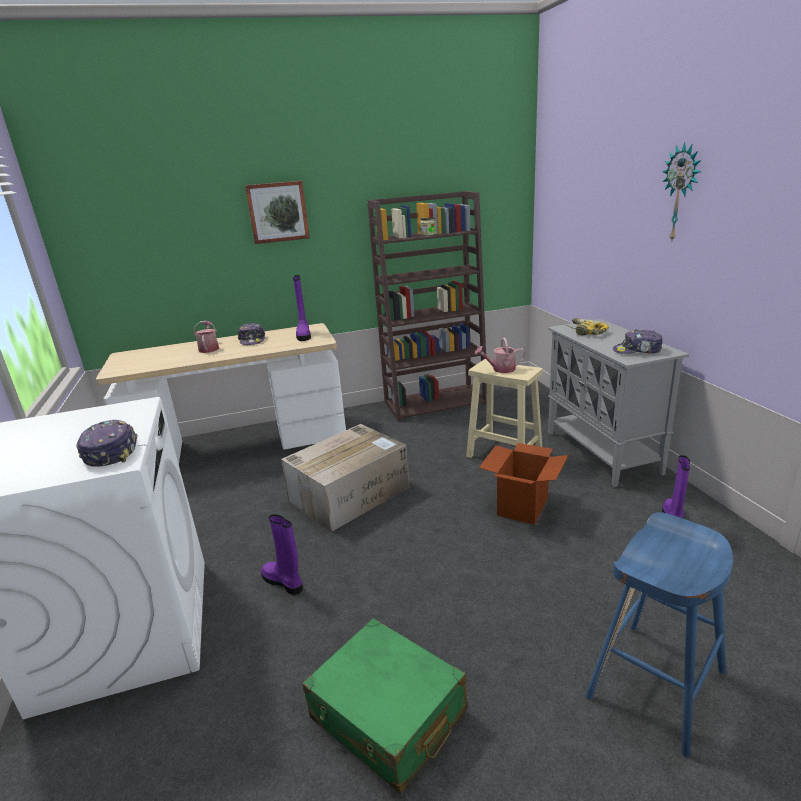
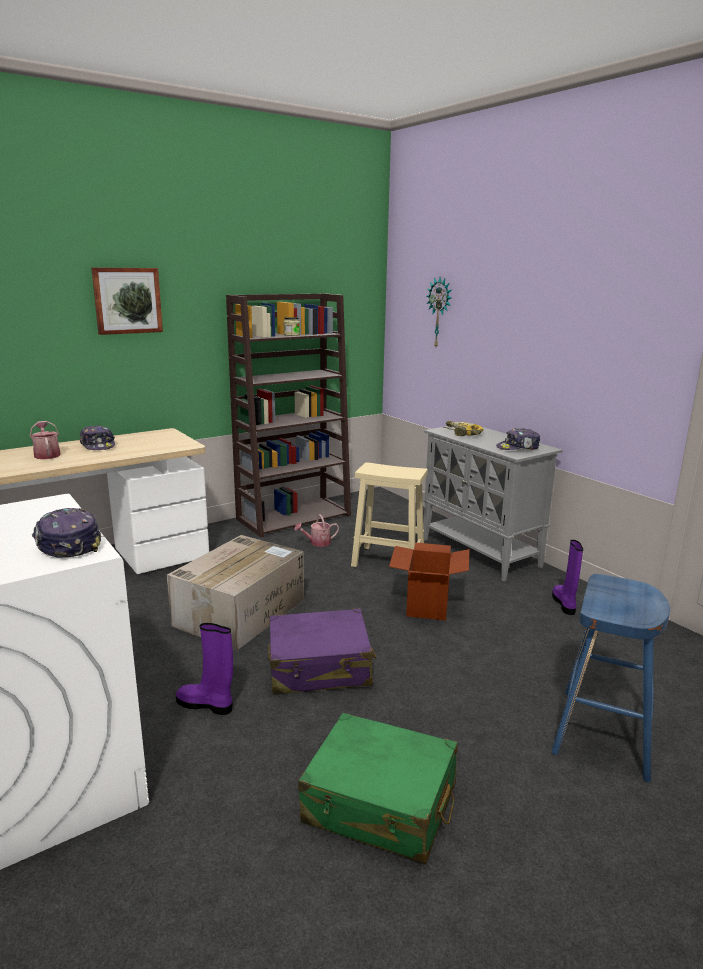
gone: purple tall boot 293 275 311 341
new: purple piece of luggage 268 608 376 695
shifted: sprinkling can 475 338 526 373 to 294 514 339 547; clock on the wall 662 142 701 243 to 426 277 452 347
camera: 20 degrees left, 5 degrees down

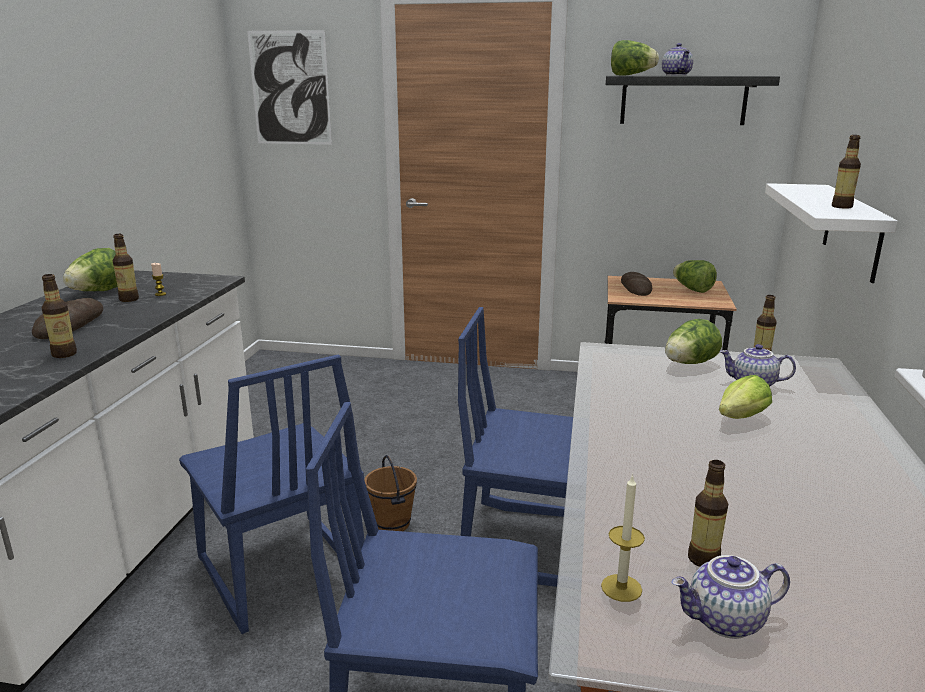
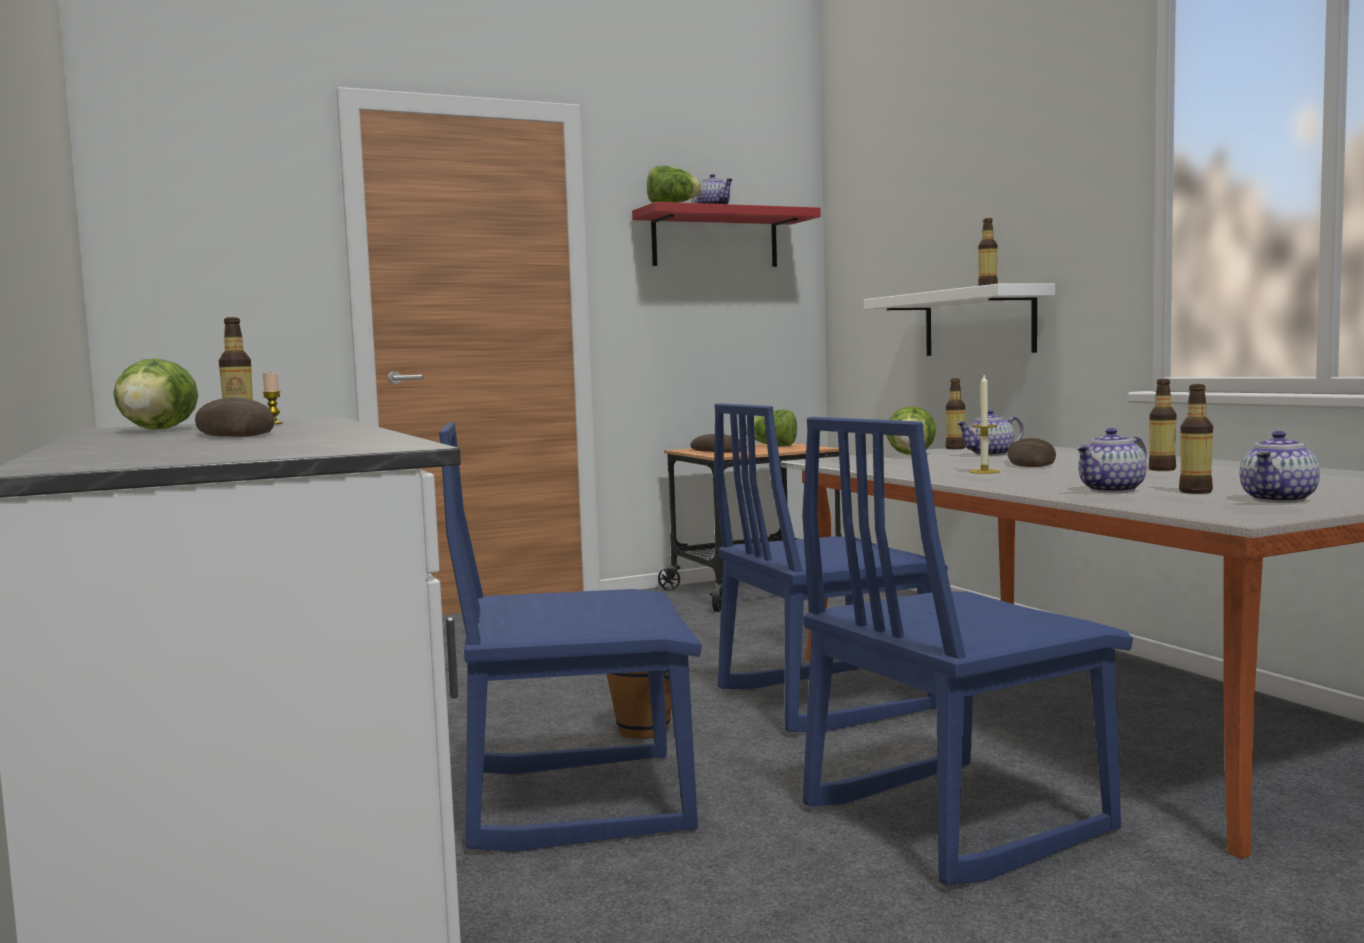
gone: wall picture 247 30 332 145
new: tea pot 1076 428 1147 493
shifted: drink bottle 42 274 77 358 to 1148 379 1176 471; wax candle 601 474 645 602 to 969 375 1000 474
swapped: lettuce head 719 375 772 419 to bread 1007 438 1056 467
repainted: black wall shelf 606 76 780 125 to red-coloured wall shelf 632 202 821 267
rotated: blue-coloured upright chair 179 355 365 634 = 439 422 702 852 150 degrees clockwise
camera: 35 degrees left, 15 degrees down

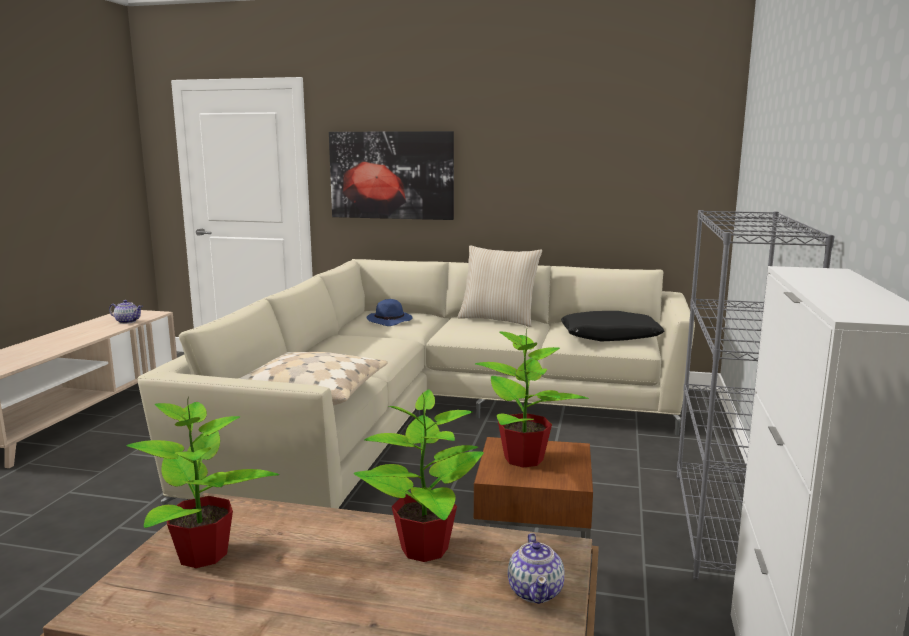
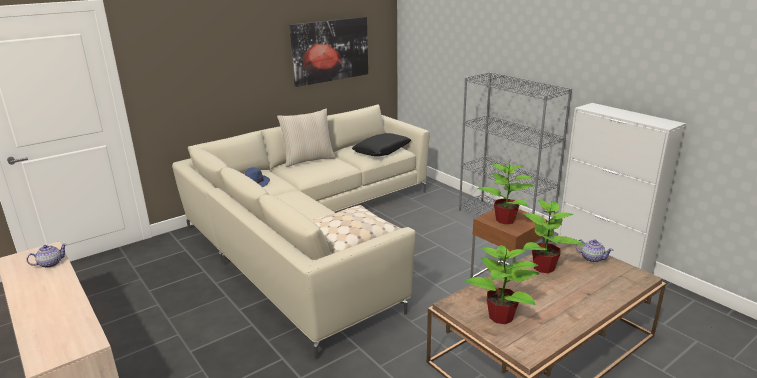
shifted: wall picture 329 131 454 220 to 290 17 368 87
camera: 50 degrees left, 10 degrees up

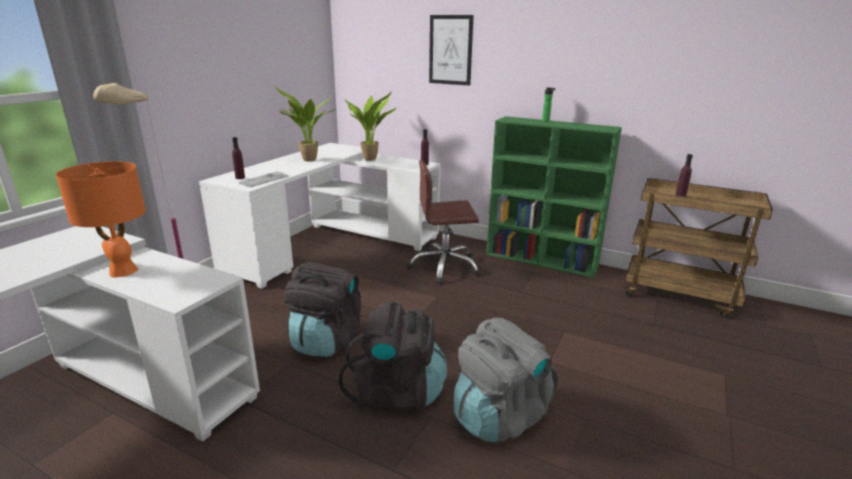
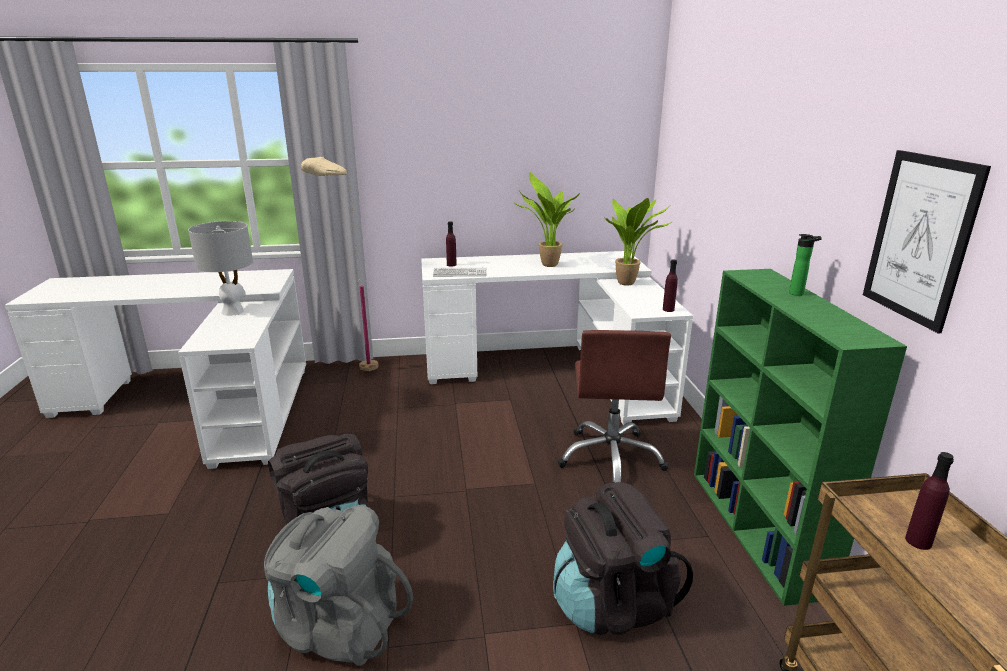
shifted: black backpack 284 262 361 357 to 553 482 693 635; wall picture 429 15 474 86 to 863 150 991 333
repainted: orange table lamp 56 161 146 277 to grey table lamp 188 221 253 316
rotated: brown-coloured computer chair 407 160 481 284 = 557 330 671 483 135 degrees counterclockwise
camera: 55 degrees right, 0 degrees up

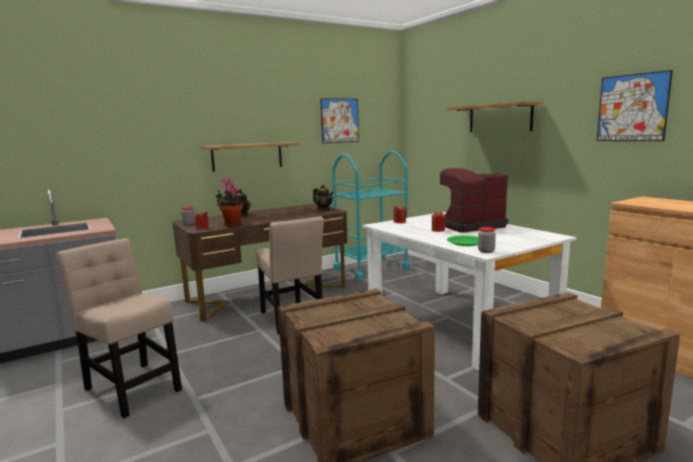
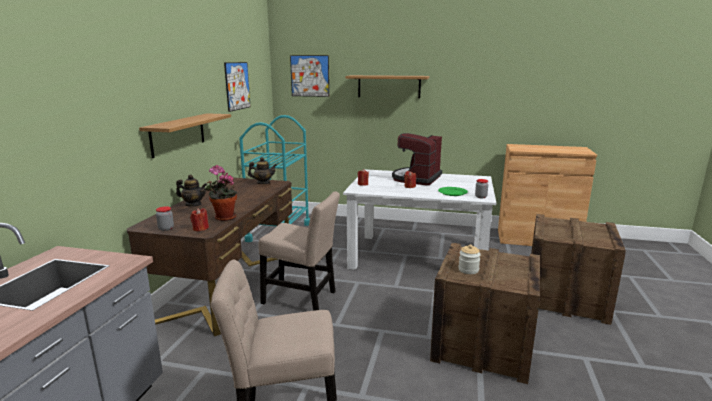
new: preserve jar 458 245 481 274
shifted: wall picture 597 70 673 141 to 290 55 329 97
camera: 45 degrees left, 5 degrees up

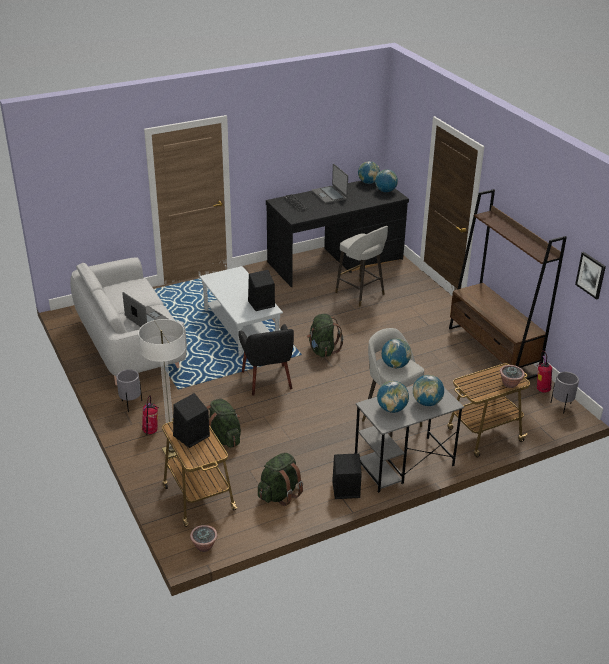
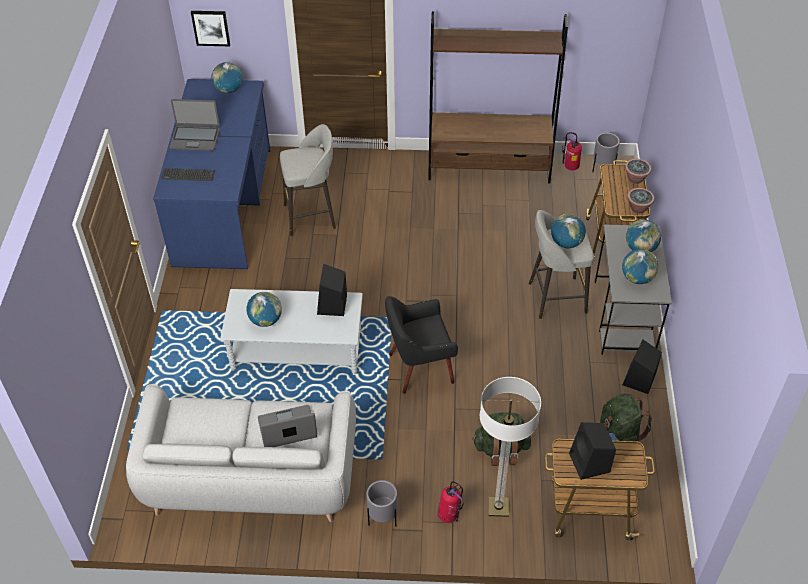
gone: greenish backpack 307 314 343 357
shifted: plant in a pot 190 525 218 552 to 627 188 654 213; desk globe 358 161 380 184 to 246 292 282 327; wall picture 575 252 606 300 to 191 11 230 46
repainted: black desk table 266 181 409 287 to blue-coloured desk table 153 79 270 269
rotated: black armchair 238 324 294 395 = 385 296 458 394 150 degrees clockwise
camera: 60 degrees left, 15 degrees up

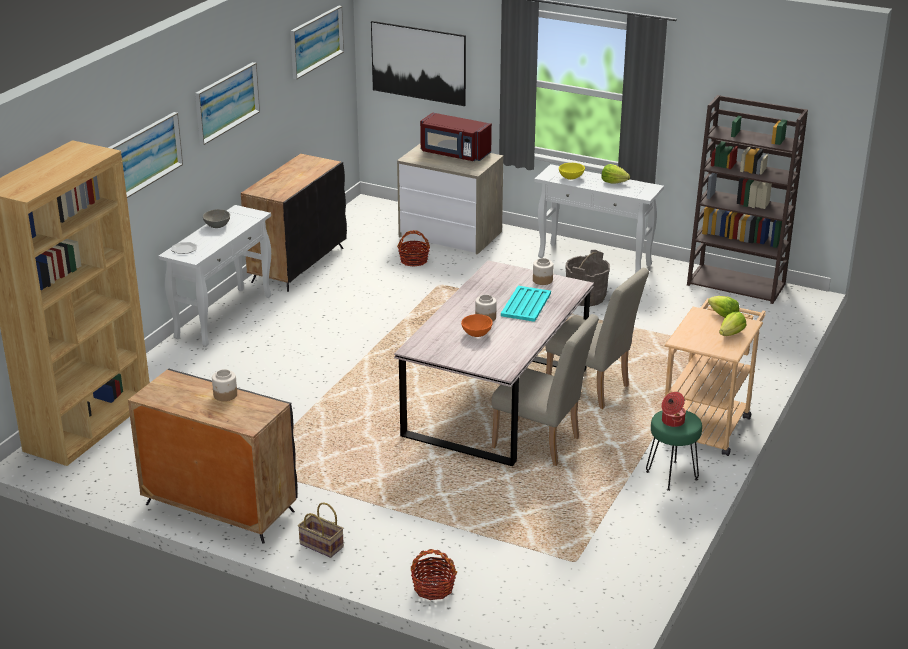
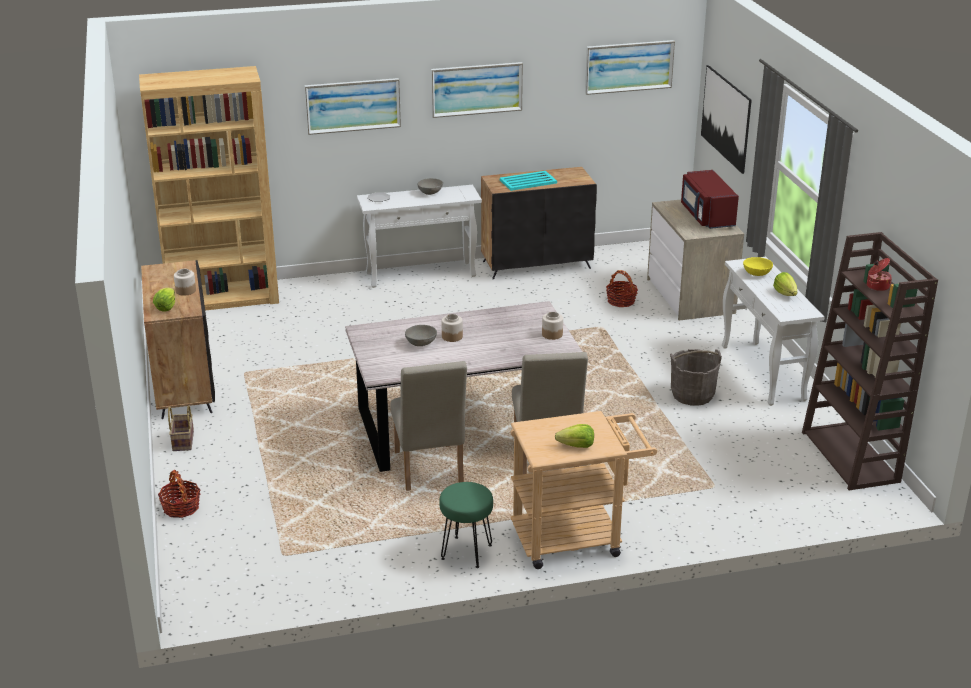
shifted: turquoise-coloured serving tray 501 286 551 322 to 500 171 557 191; saucepot 662 392 686 427 to 867 258 892 291; lettuce head 708 296 739 317 to 153 288 175 312
repainted: orange serving bowl 461 314 493 337 to grey serving bowl 405 325 437 346
camera: 50 degrees right, 0 degrees up

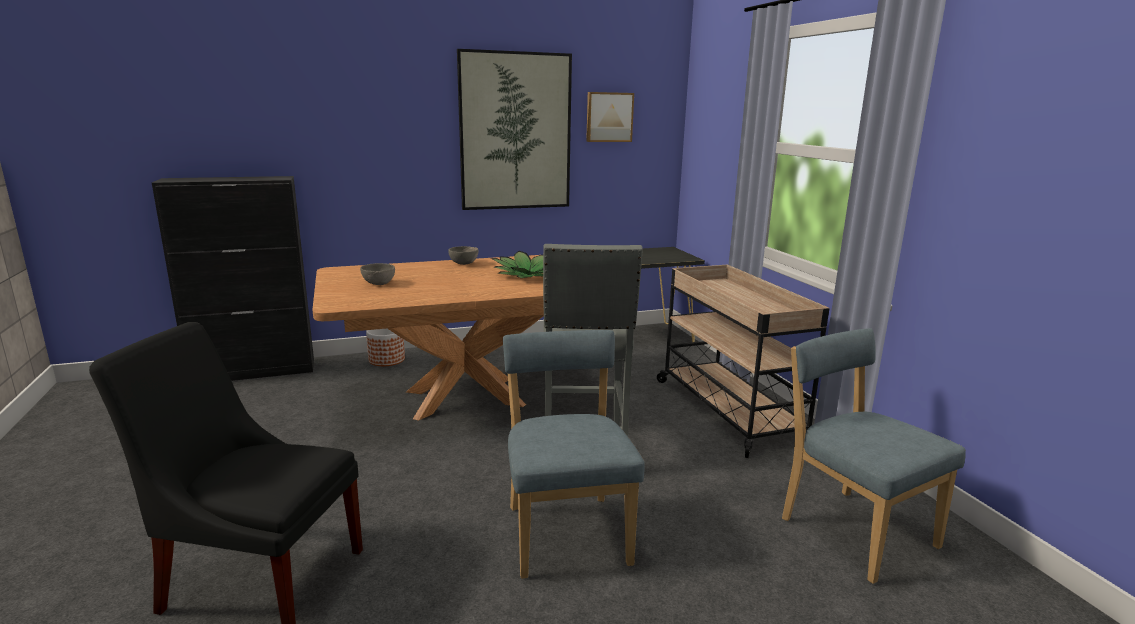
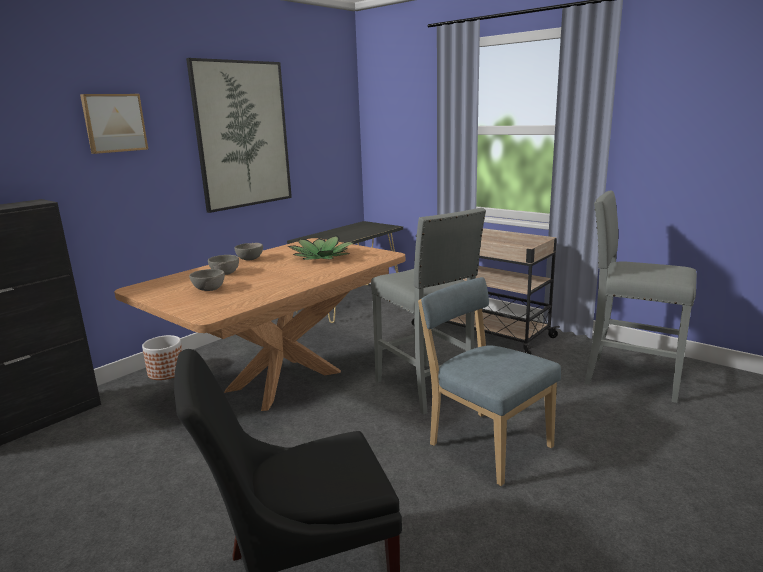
new: grey serving bowl 208 255 239 275
shifted: wall picture 586 92 634 142 to 80 94 148 154
swapped: blue-coloured upright chair 782 328 966 584 to grey stool seat 584 191 697 403
camera: 30 degrees left, 0 degrees up

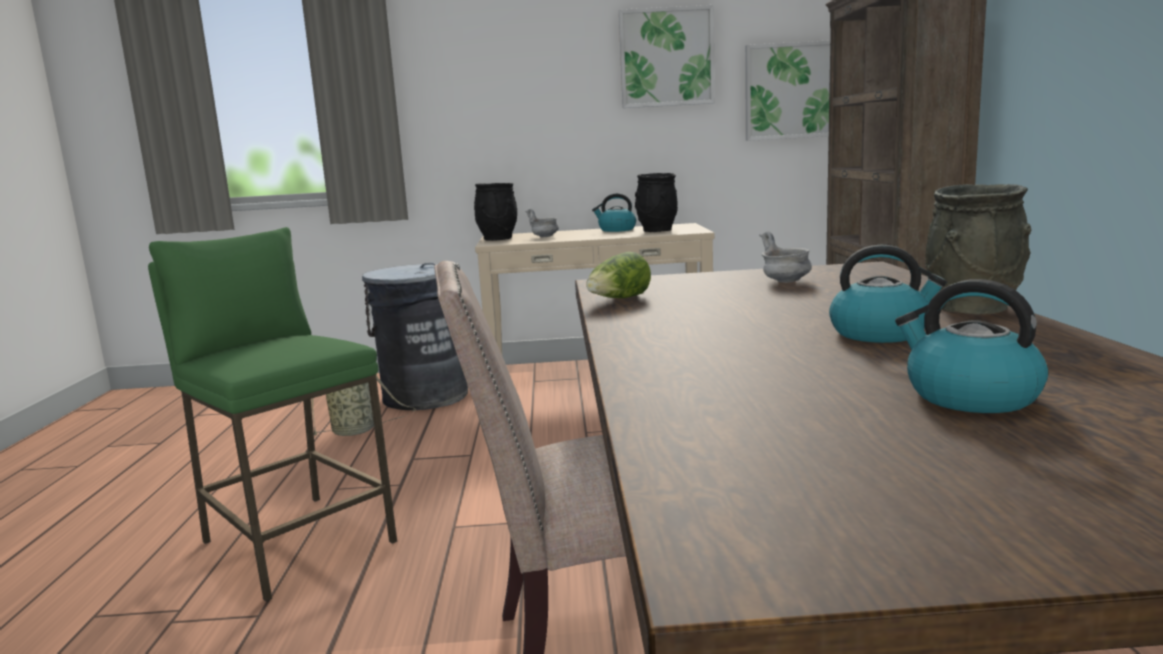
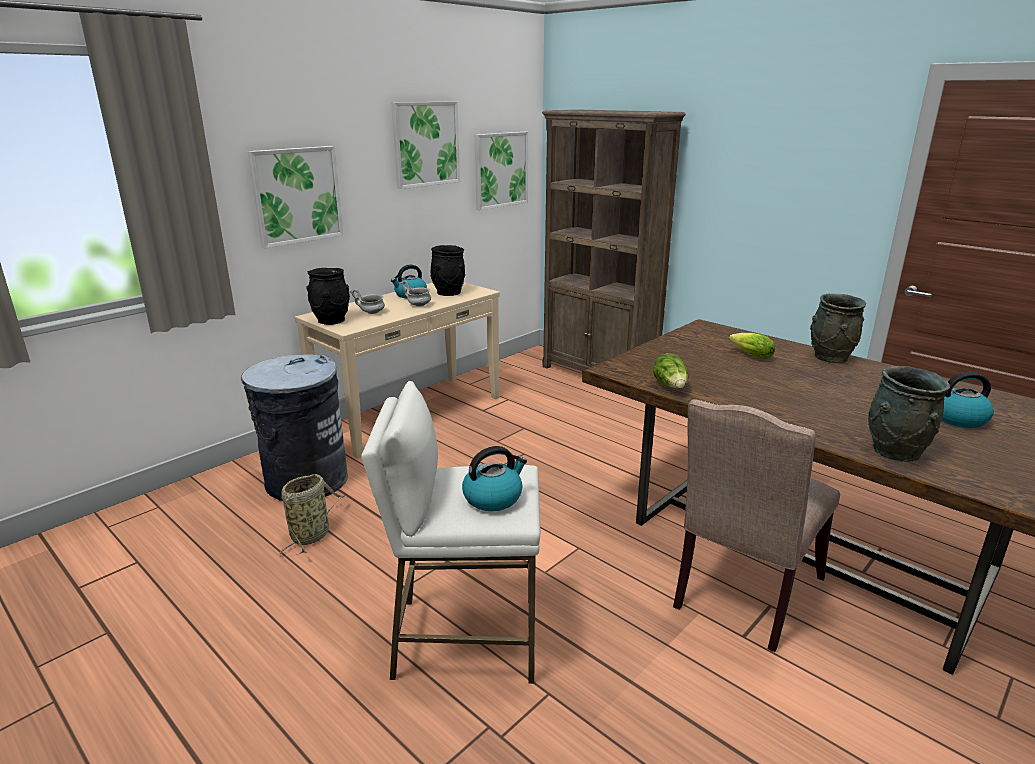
new: wall picture 247 146 344 248; lettuce head 729 333 775 359; grey flower vase 868 366 950 462
shifted: grey serving bowl 759 231 812 283 to 400 281 431 307; water kettle 829 245 947 343 to 462 446 527 511
repainted: greenish stool seat 148 227 397 601 to white-coloured stool seat 361 381 540 683
camera: 45 degrees left, 10 degrees up

